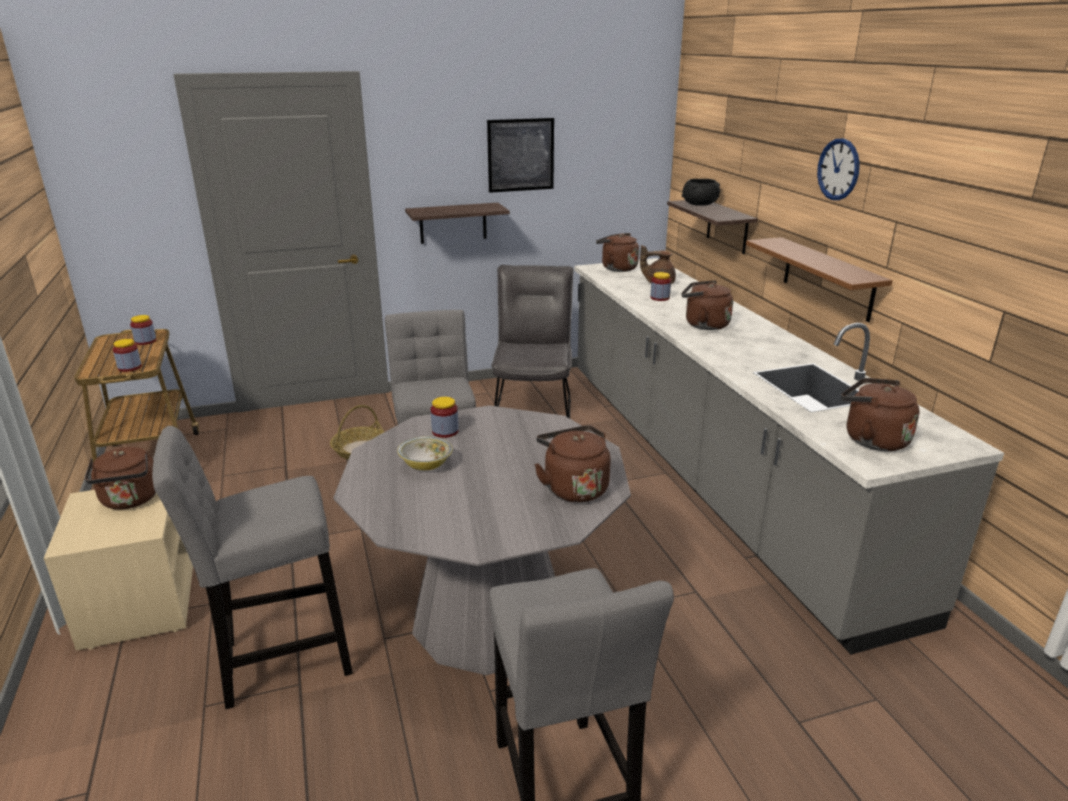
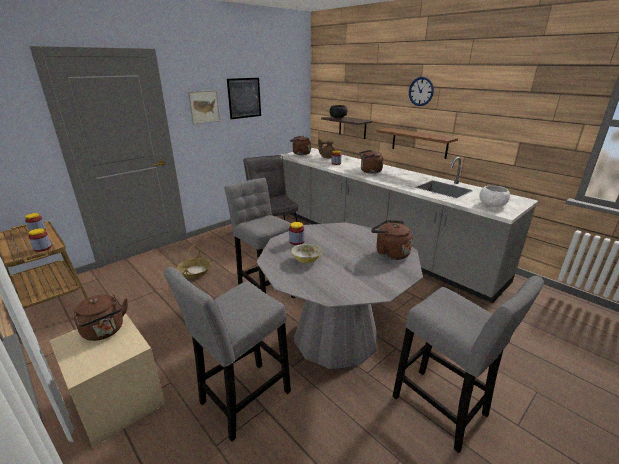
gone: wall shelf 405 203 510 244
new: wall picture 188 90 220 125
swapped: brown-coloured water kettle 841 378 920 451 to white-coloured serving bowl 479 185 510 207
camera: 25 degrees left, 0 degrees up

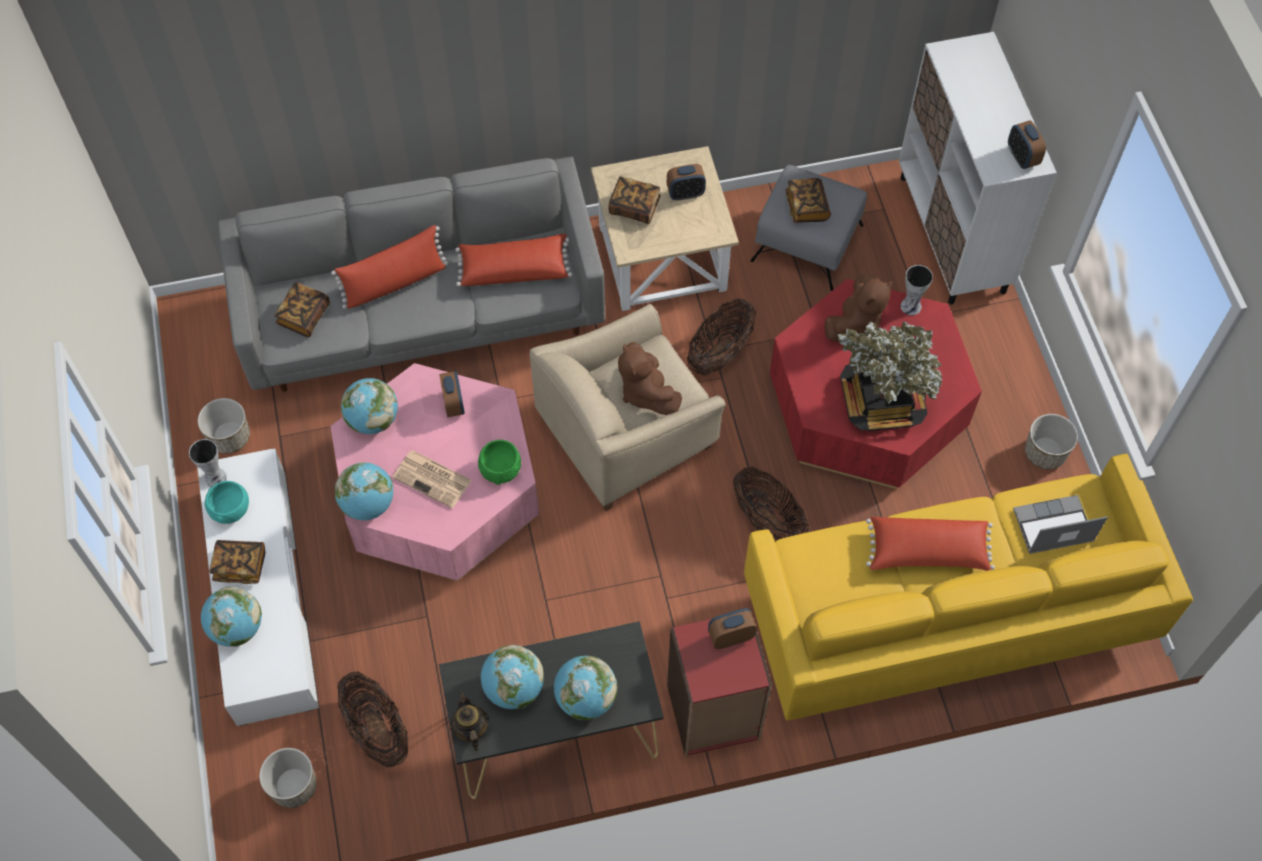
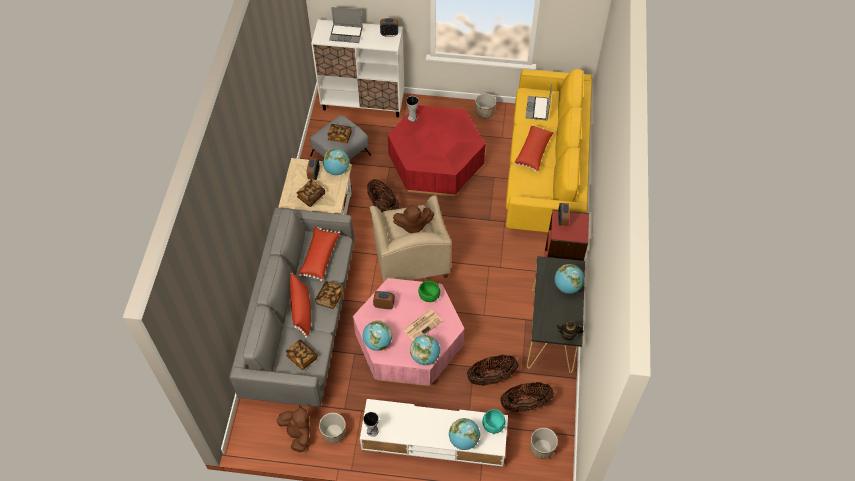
gone: plant in a pot 837 321 942 431
new: laptop 329 7 363 43
shifted: turquoise-coloured serving bowl 205 481 249 524 to 482 409 506 434; book 209 540 266 584 to 315 281 344 309; desk globe 481 645 544 709 to 323 149 349 175; household basket 733 467 811 541 to 467 354 518 386; brown-coloured soft toy 825 274 893 341 to 277 405 310 452
camera: 70 degrees left, 5 degrees down

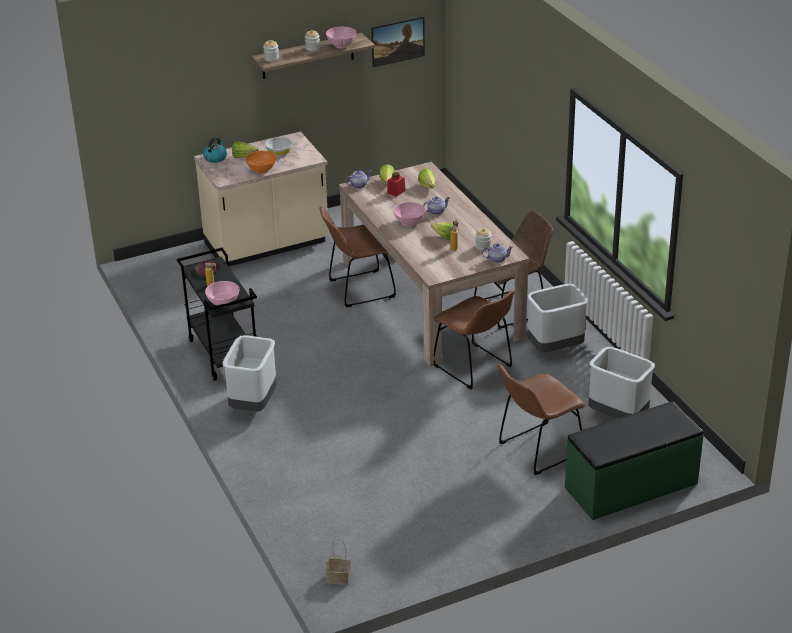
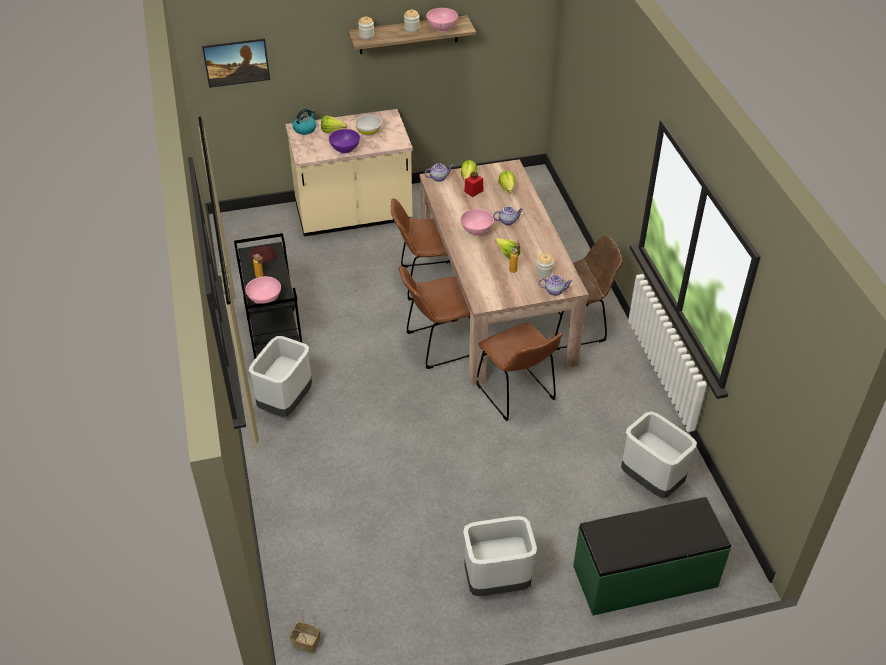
shifted: wall picture 371 16 425 67 to 202 39 270 88; brown-coloured upright chair 498 364 586 475 to 399 265 470 369; grey trash can 527 284 588 352 to 463 516 537 596
repainted: orange serving bowl 245 151 276 173 to purple serving bowl 329 129 360 153
camera: 10 degrees right, 10 degrees up

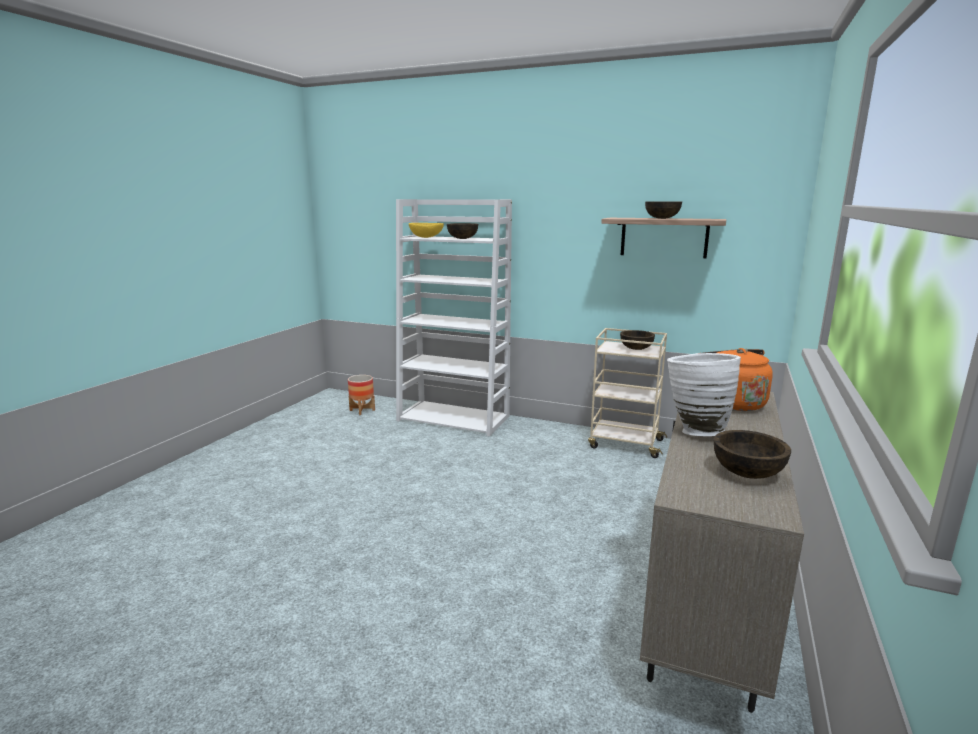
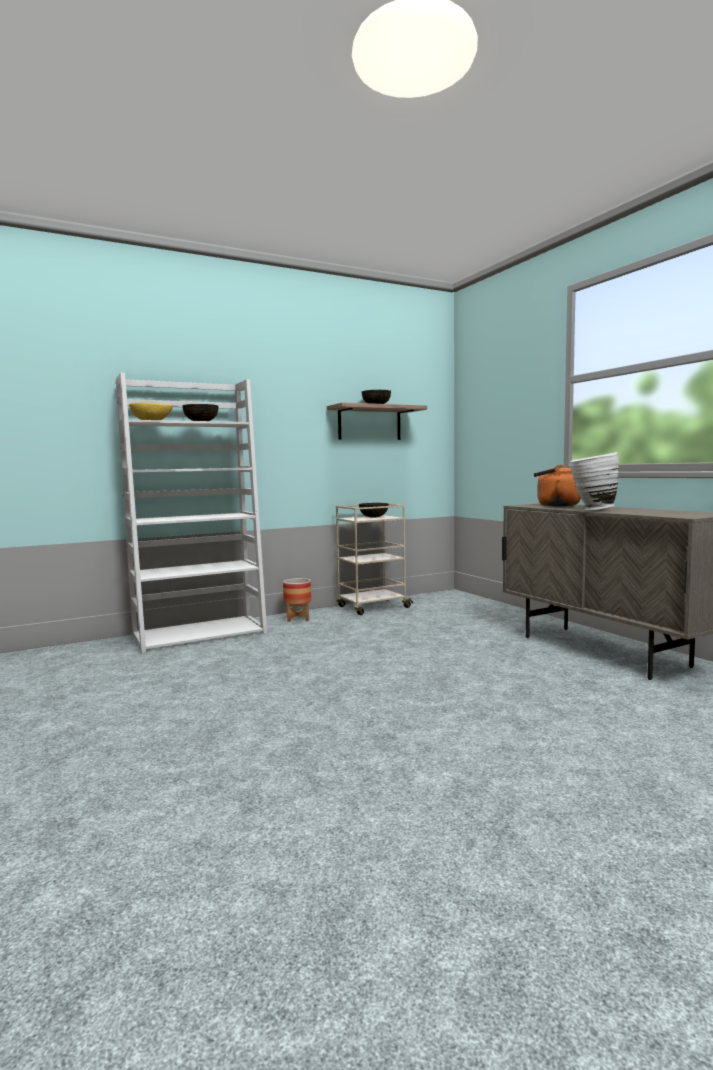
gone: brown-coloured serving bowl 714 430 791 479
shifted: plant pot 348 375 375 415 to 283 578 311 622
camera: 50 degrees left, 10 degrees down

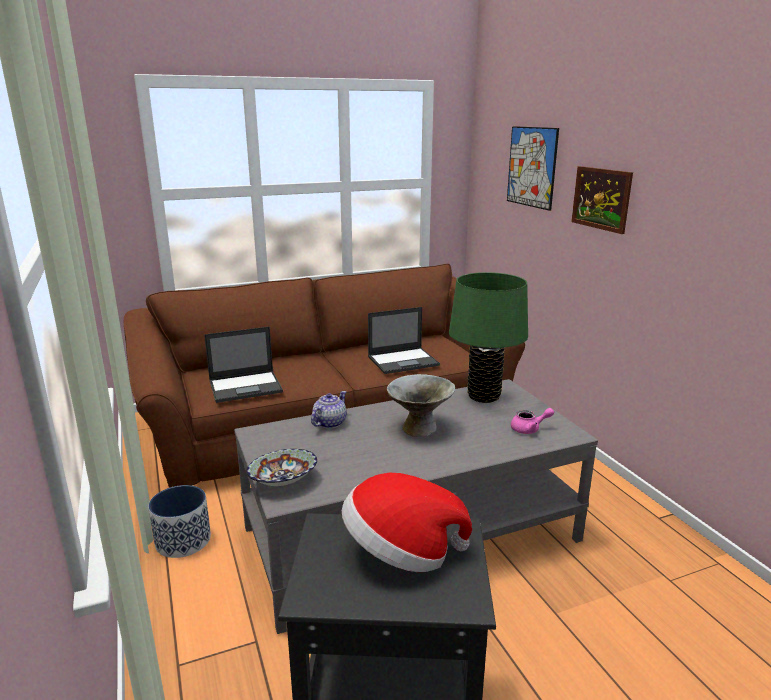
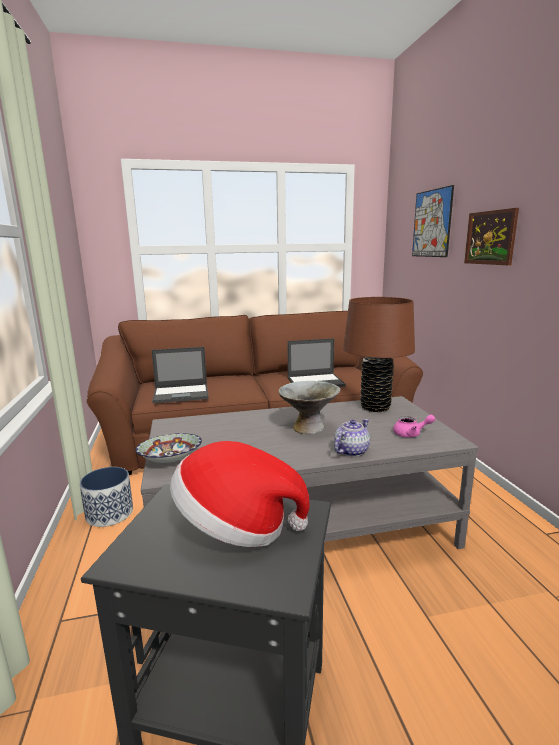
shifted: tea pot 311 391 347 429 to 334 419 370 457
repainted: greenish table lamp 449 272 528 403 to brown-coloured table lamp 343 297 415 412
camera: 10 degrees right, 5 degrees down

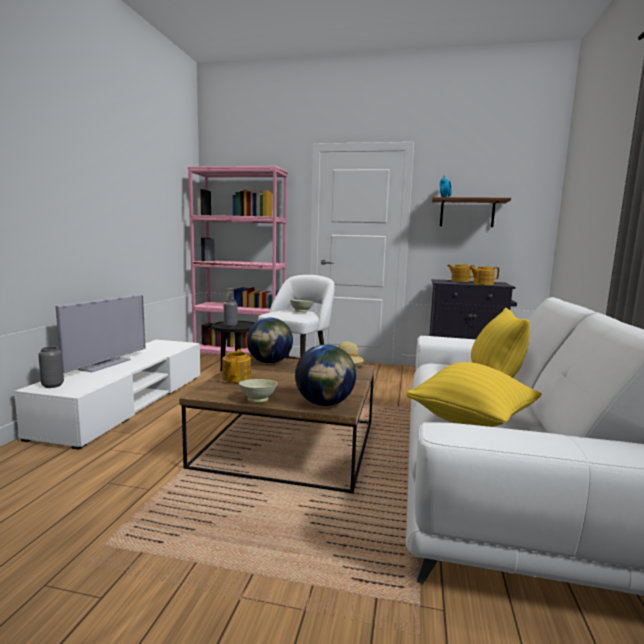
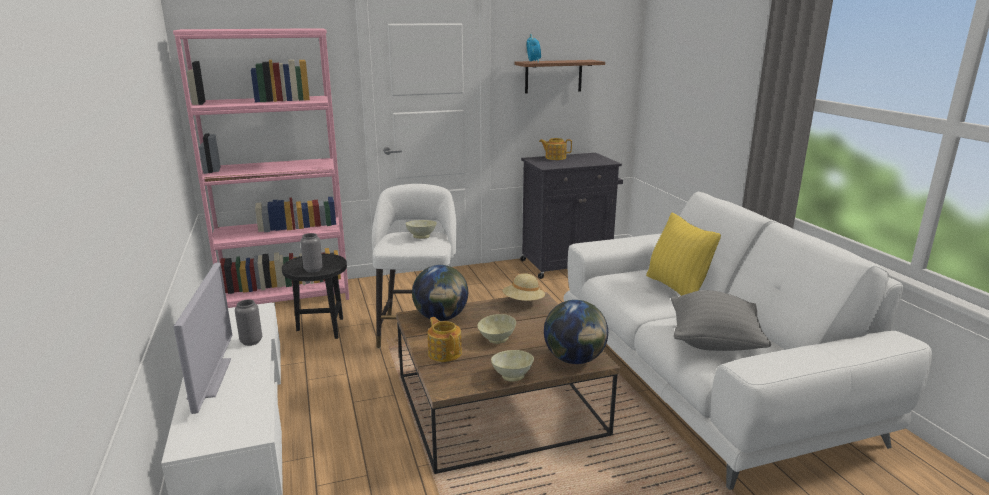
gone: tea pot 469 266 500 285
new: beige-coloured serving bowl 477 314 516 344
shifted: grey flower vase 38 347 64 388 to 235 300 262 346
repainted: yellow throw pillow 406 362 542 427 to grey throw pillow 671 290 771 351
camera: 30 degrees left, 10 degrees up

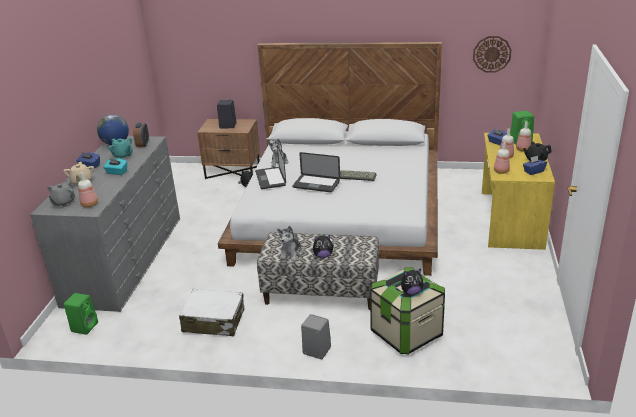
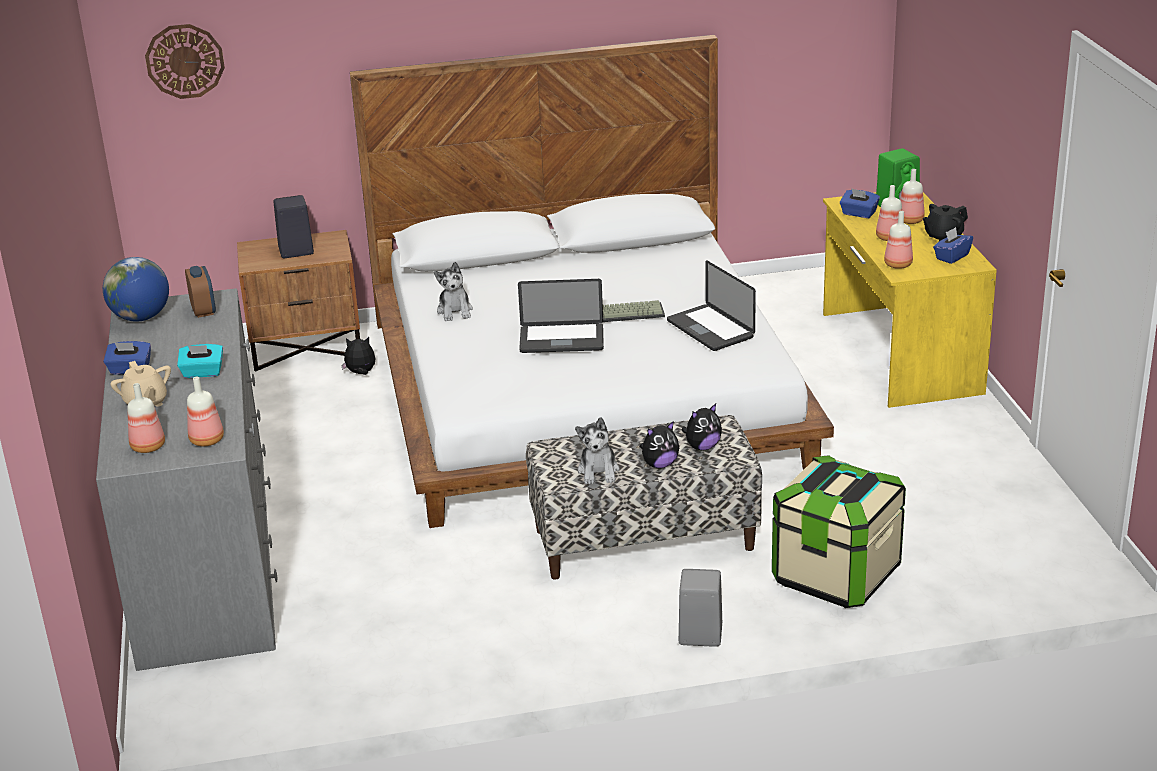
gone: greenish speaker 64 293 98 335; turquoise-coloured tea pot 108 138 133 159; white-coloured piece of luggage 179 289 244 336
shifted: laptop 255 145 286 189 to 667 260 756 351; soft toy 401 269 424 295 to 681 404 722 450; clock on the wall 473 36 512 73 to 145 24 225 99
swapped: grey tea pot 47 181 75 207 to drink bottle 127 383 165 453
camera: 20 degrees left, 0 degrees up

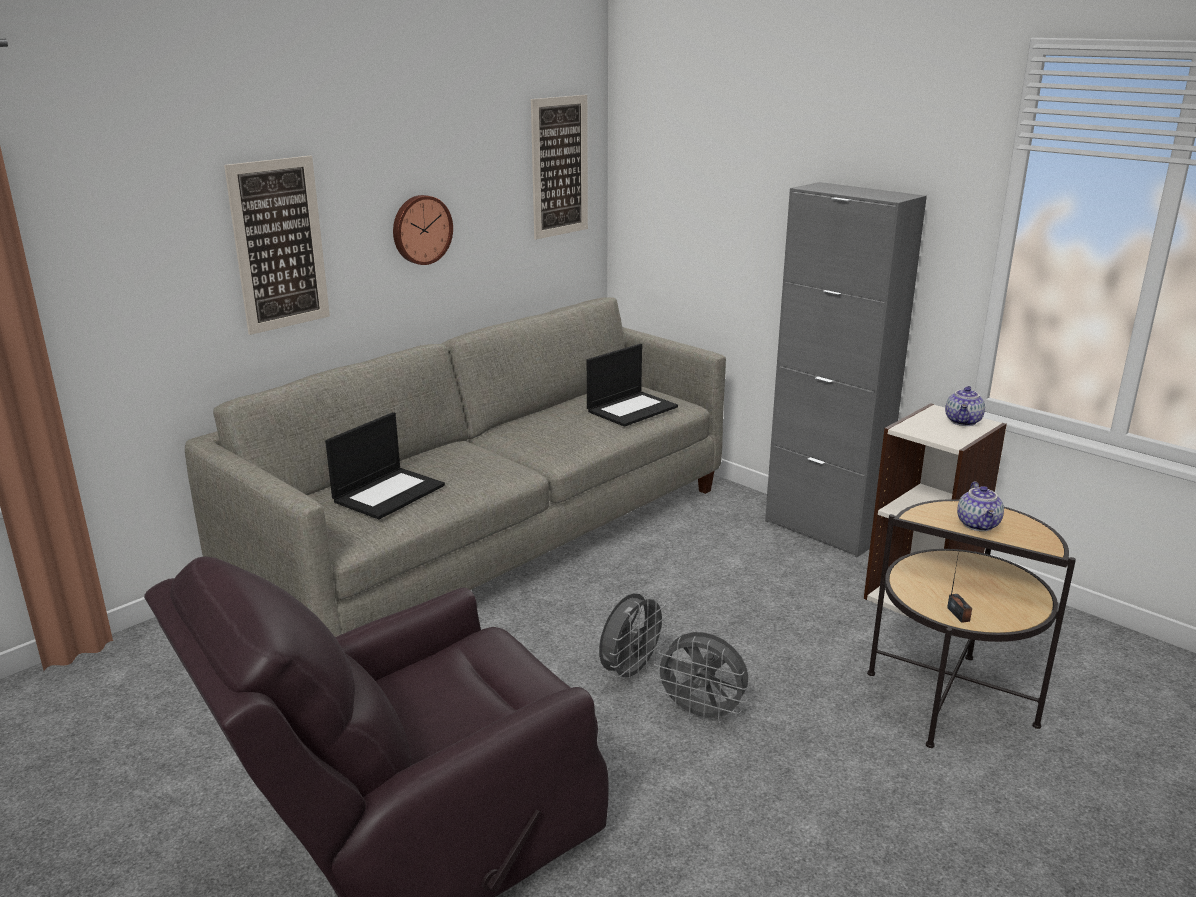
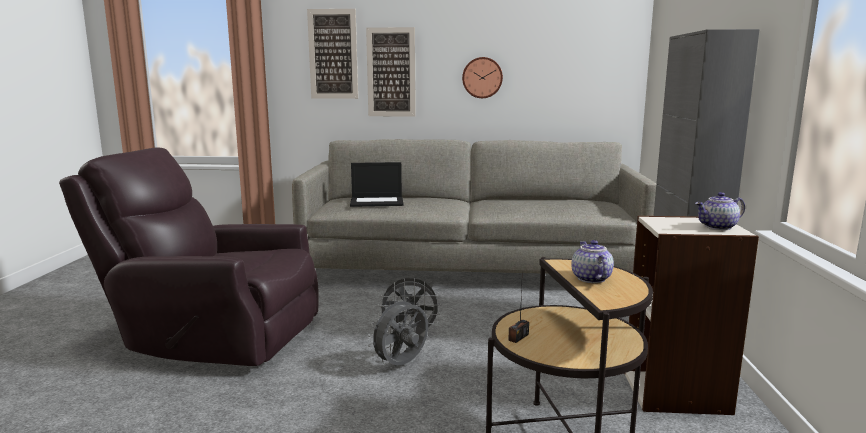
gone: laptop 587 344 678 427
shifted: wall picture 531 95 588 239 to 307 9 358 99
rotated: grey electric fan 653 632 749 725 = 368 296 428 365 60 degrees clockwise; tea pot 957 482 1004 531 = 571 240 614 283 120 degrees clockwise
camera: 50 degrees right, 10 degrees down

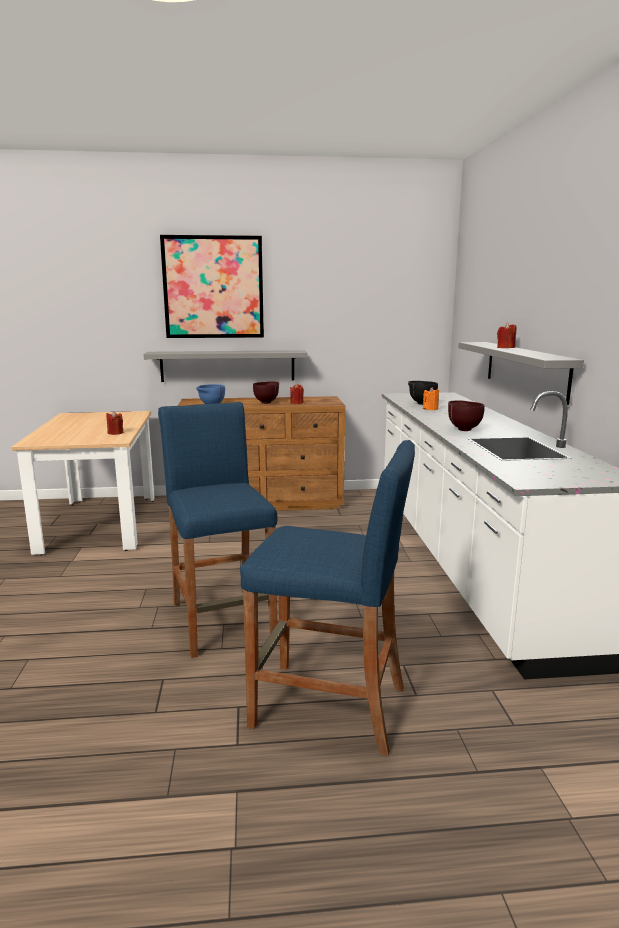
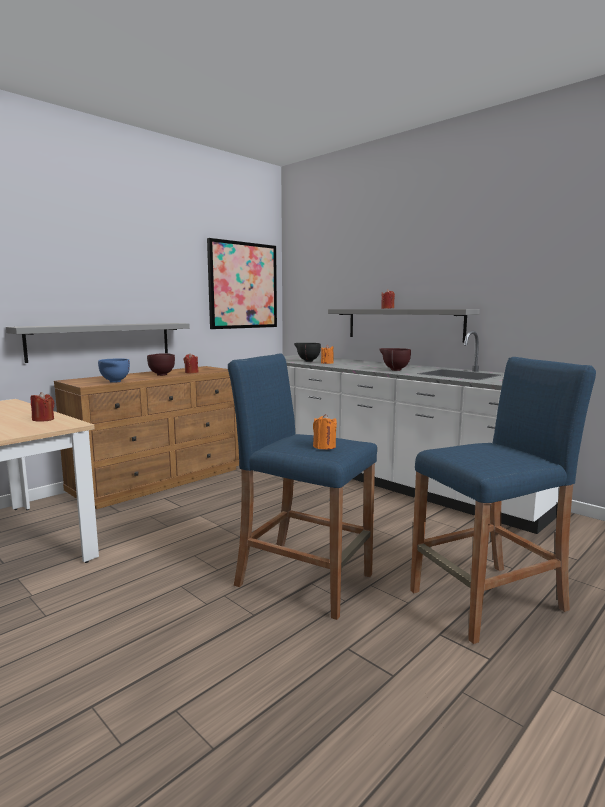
new: orange wax candle 313 414 337 450
shifted: wall picture 160 235 264 338 to 207 238 277 329
camera: 40 degrees left, 5 degrees down

